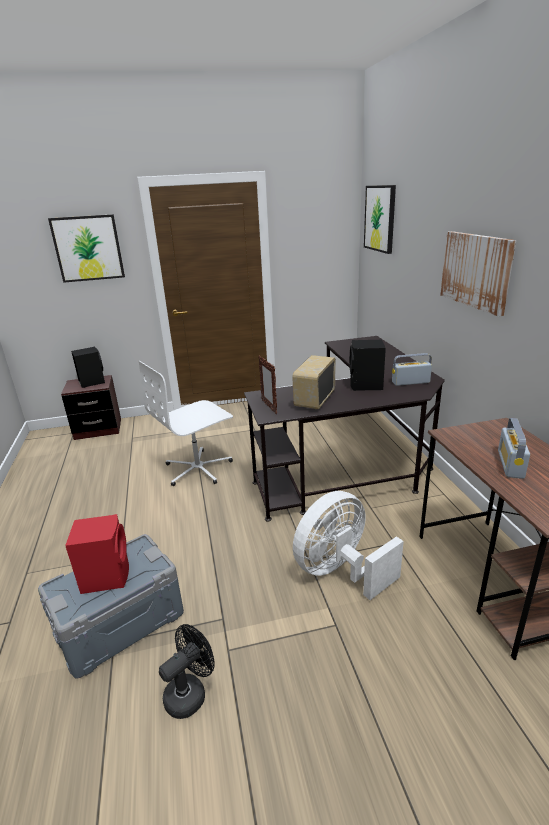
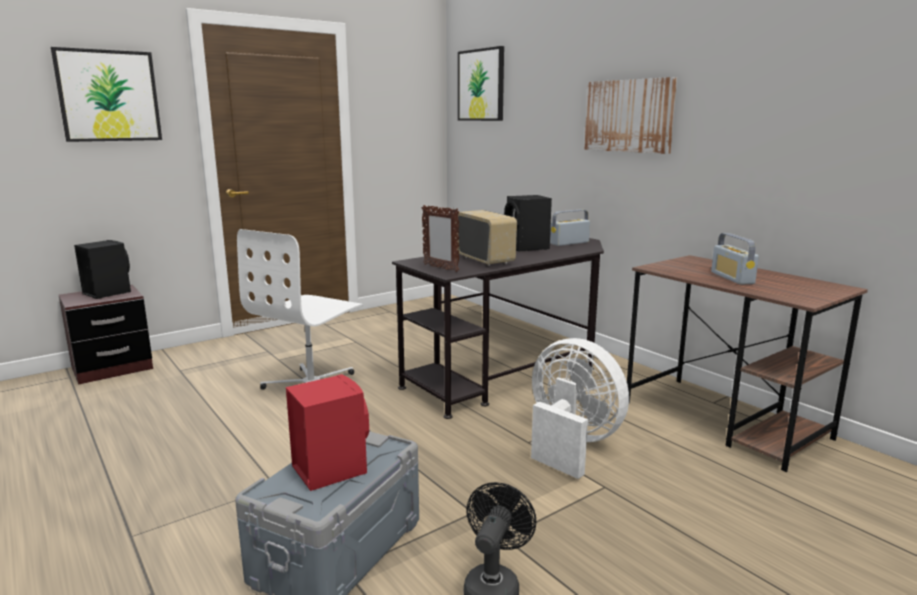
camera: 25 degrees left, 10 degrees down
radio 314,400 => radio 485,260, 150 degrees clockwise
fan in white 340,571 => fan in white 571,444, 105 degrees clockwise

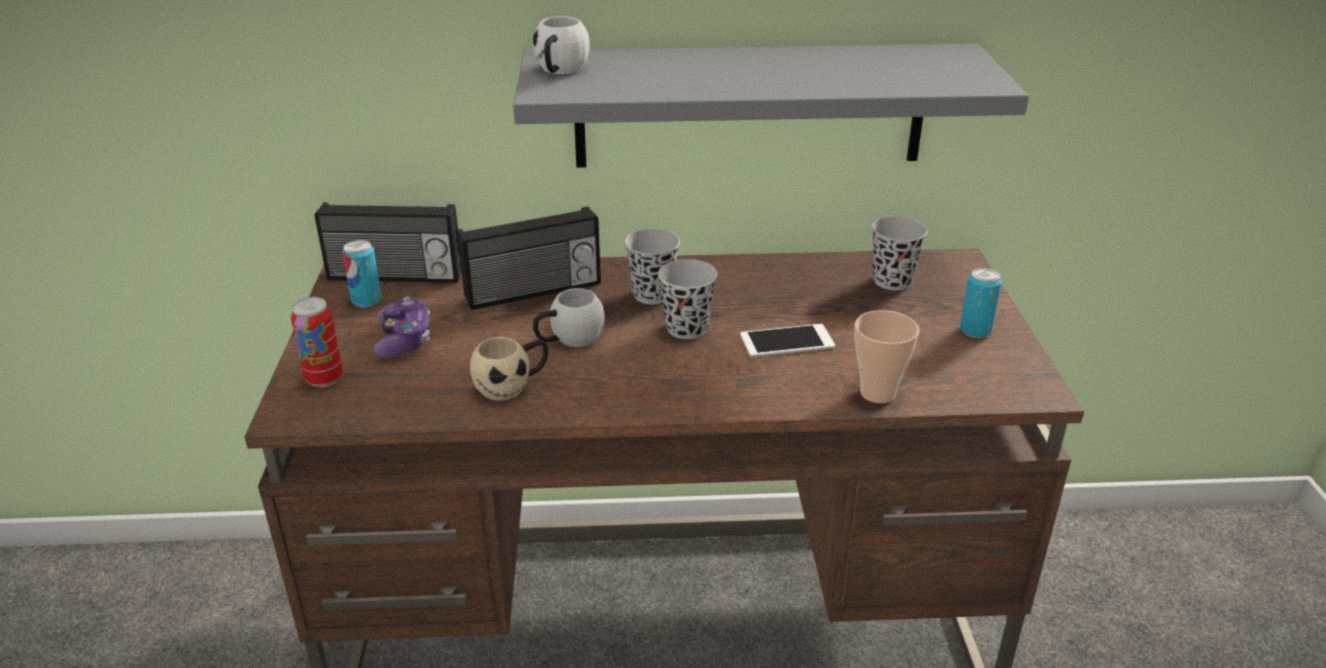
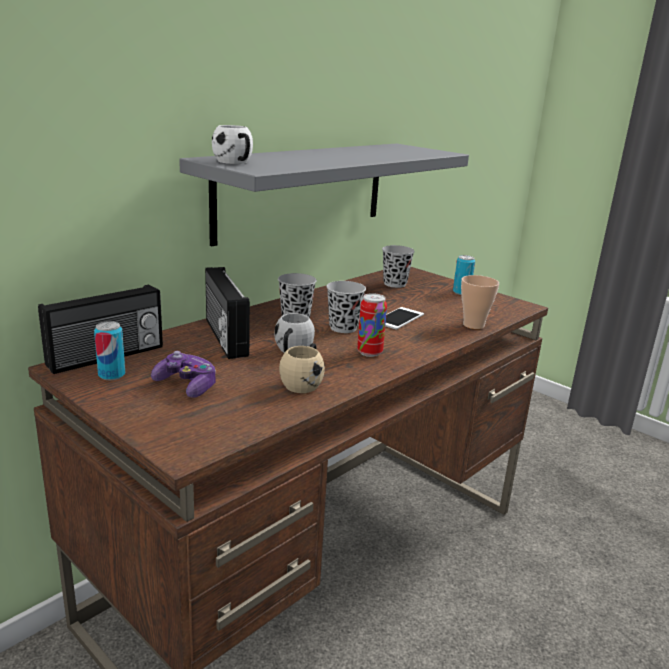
camera: 45 degrees left, 10 degrees down
can 324,379 => can 369,352, move
radio 534,292 => radio 224,337, 135 degrees clockwise

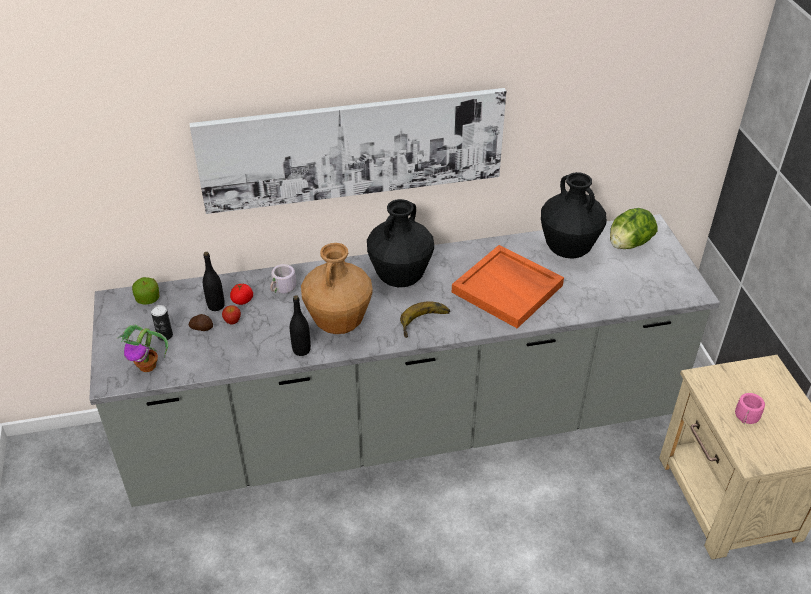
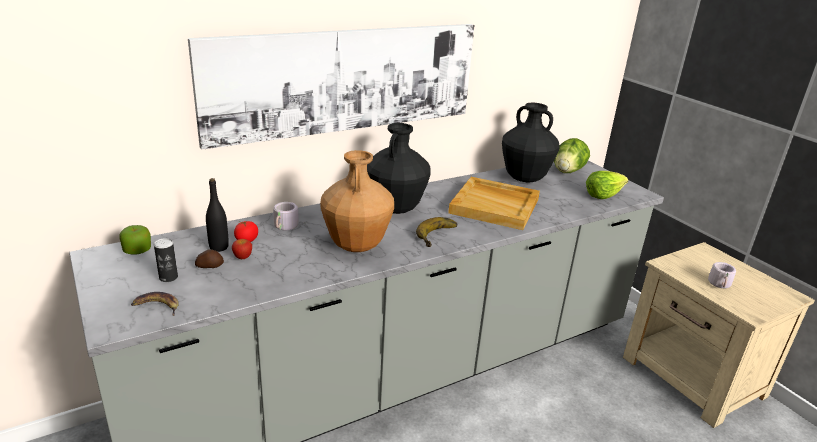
camera: 20 degrees left, 15 degrees down
potted plant 148,366 => banana 157,306
bottle in black 301,350 => nothing
tray in orange 508,289 => tray in beige 495,206
mug in pink 747,418 => mug in grey 721,285
nothing => lettuce 603,195

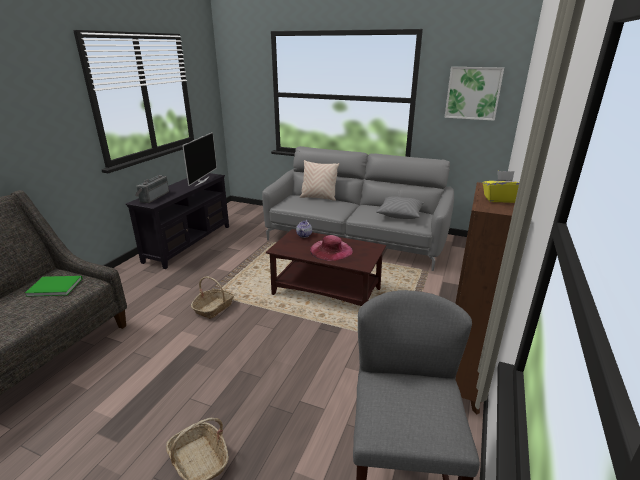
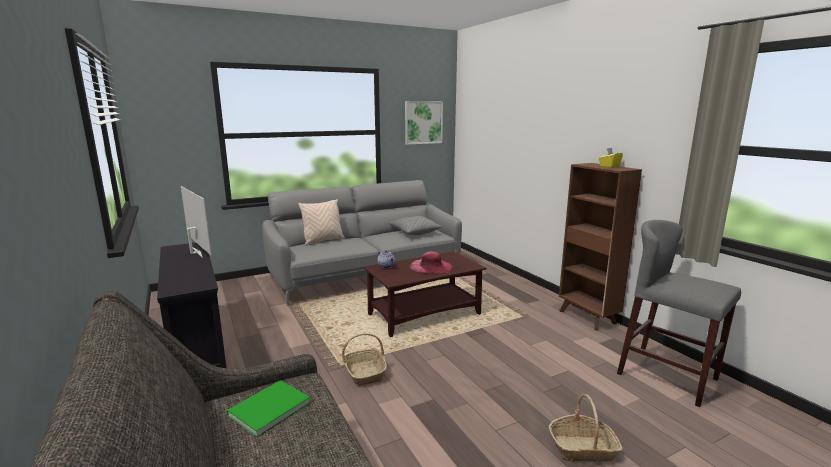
camera: 50 degrees left, 10 degrees down
radio 153,197 => nothing

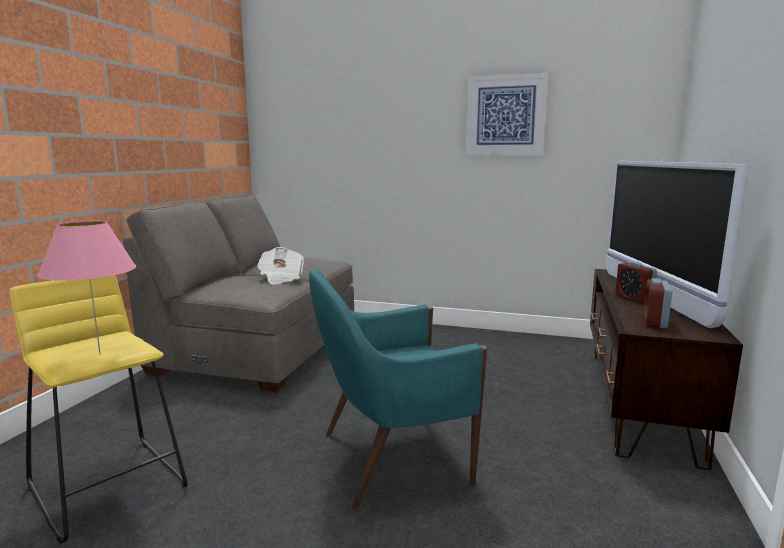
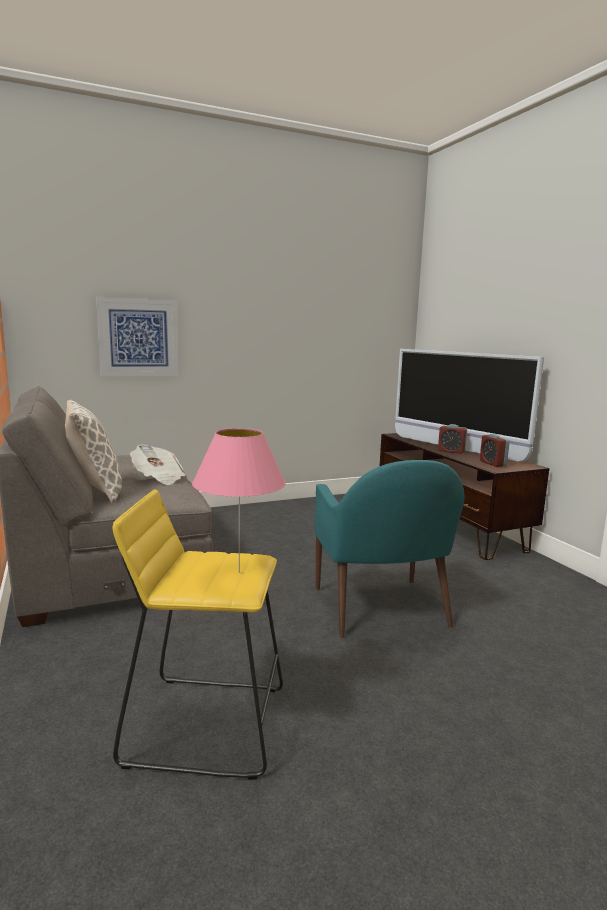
camera: 40 degrees left, 0 degrees up
armchair in turquoise 390,459 => armchair in turquoise 381,609, 45 degrees counterclockwise
picture 505,115 => picture 138,338, move
nothing => pillow 95,490

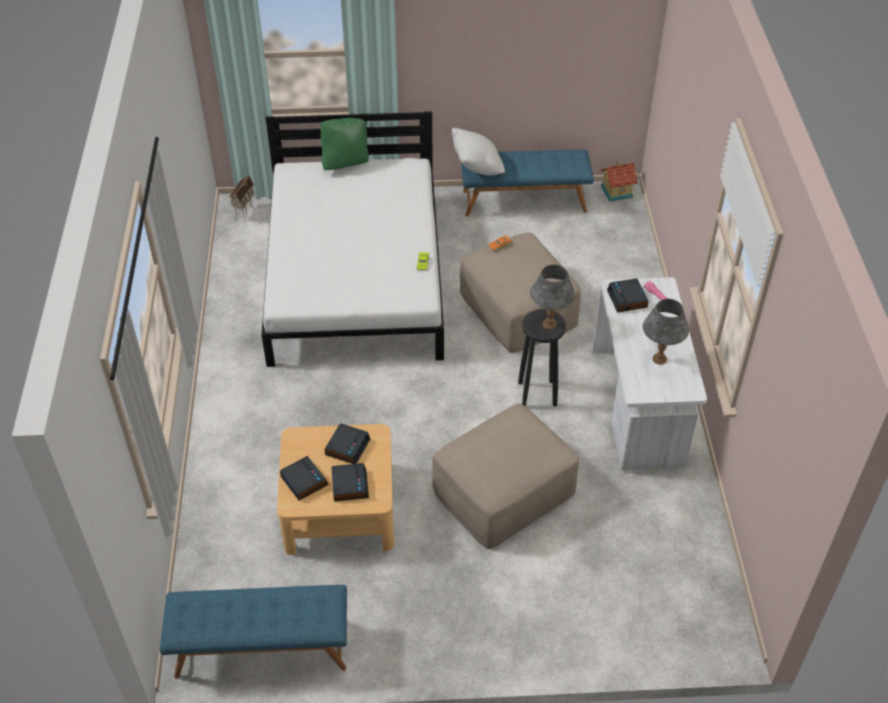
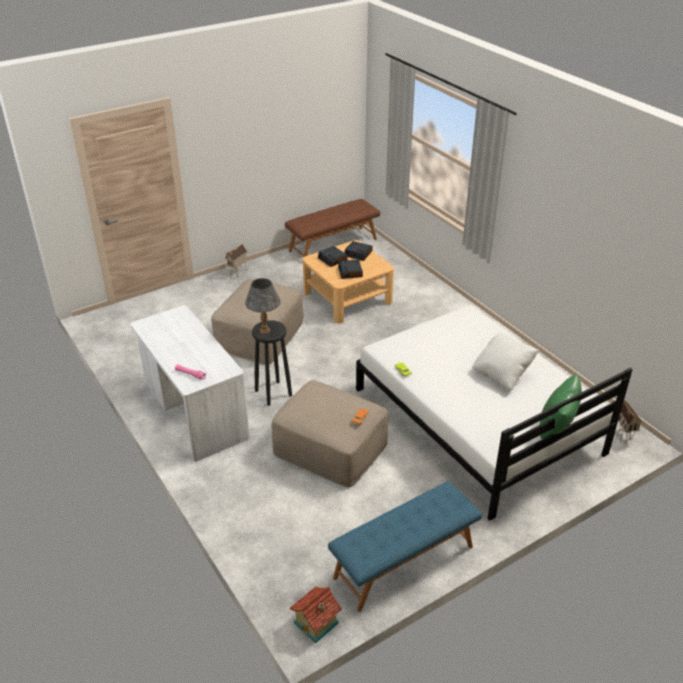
camera: 150 degrees right, 10 degrees down
bench in blue 261,649 => bench in brown 333,245
pillow in white 477,167 => pillow in white 502,374, move
alarm clock 627,299 => nothing
table lamp in grey 659,359 => nothing
nothing => toy house 238,274

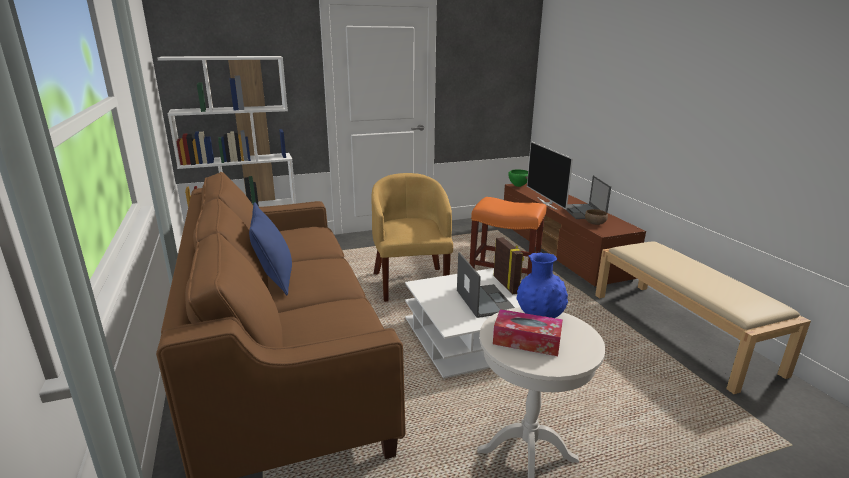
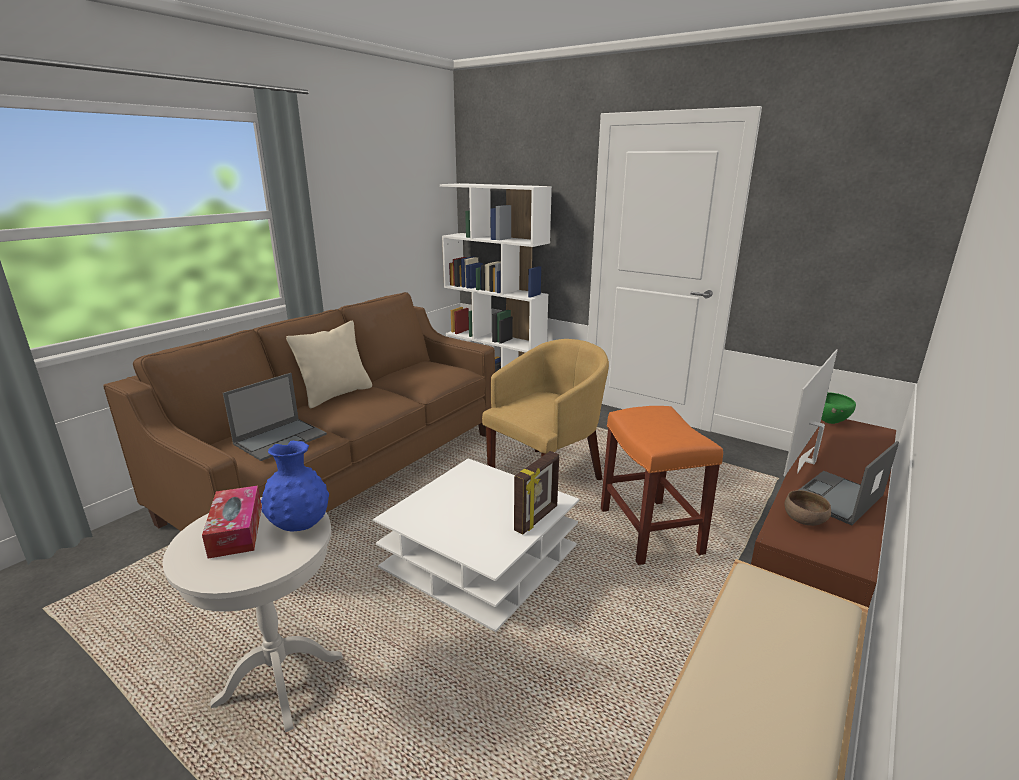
camera: 55 degrees right, 0 degrees up
pillow in blue 275,279 => pillow in beige 336,394
laptop 484,300 => laptop 281,439, move

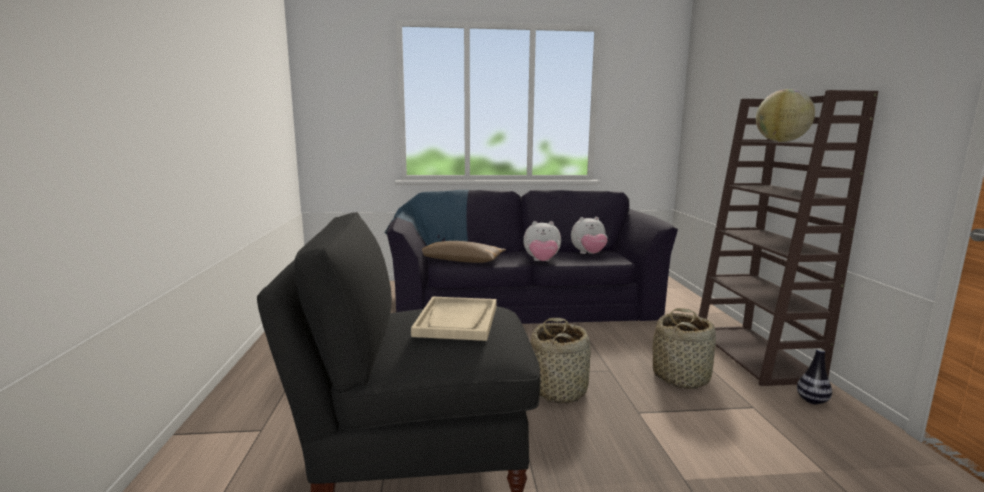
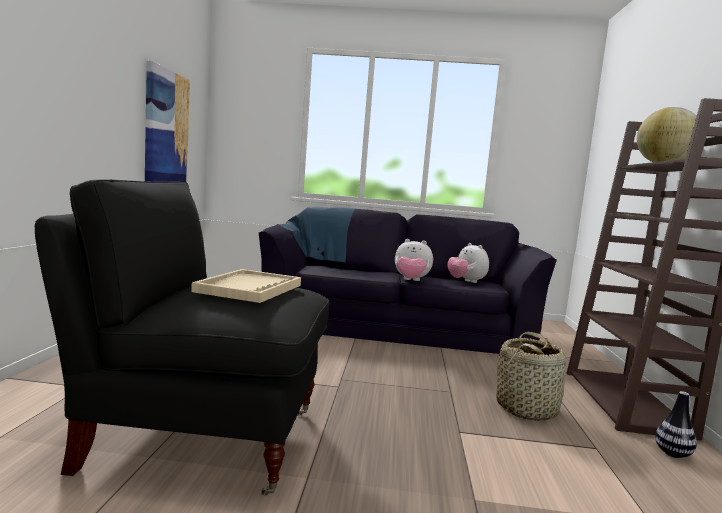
camera: 10 degrees right, 5 degrees down
pillow in brown 461,260 => nothing
basket 558,389 => nothing
plush toy 588,254 => plush toy 466,282, 60 degrees clockwise
nothing => picture 166,131

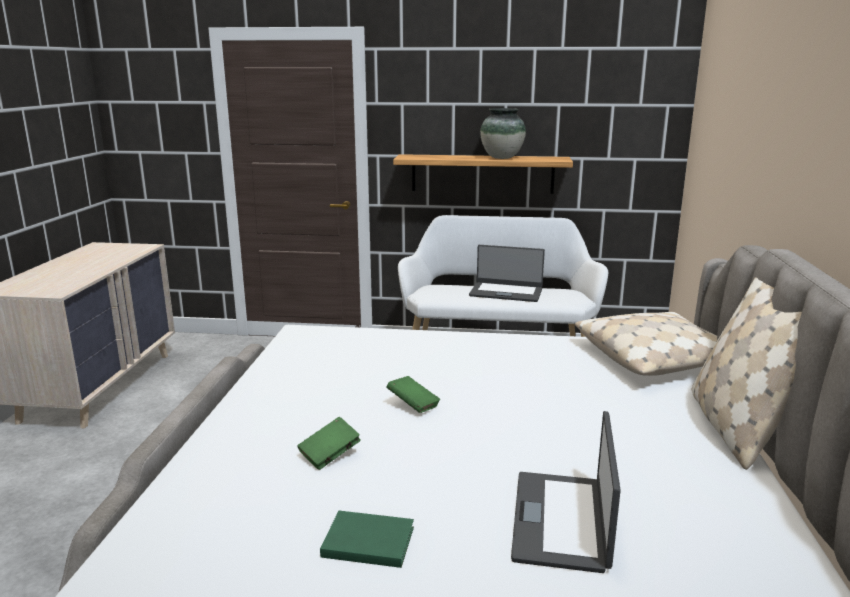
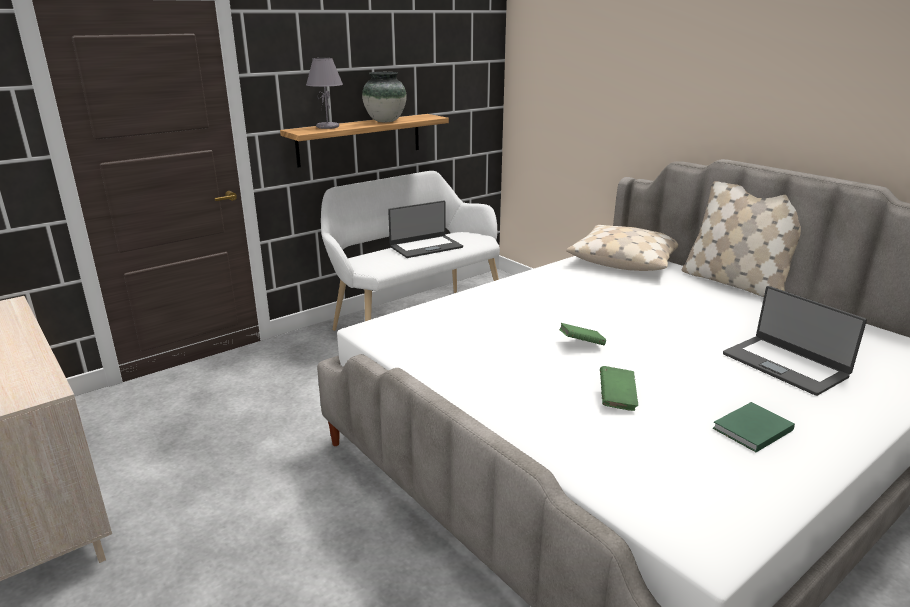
camera: 45 degrees left, 5 degrees up
nothing => table lamp in grey 327,127

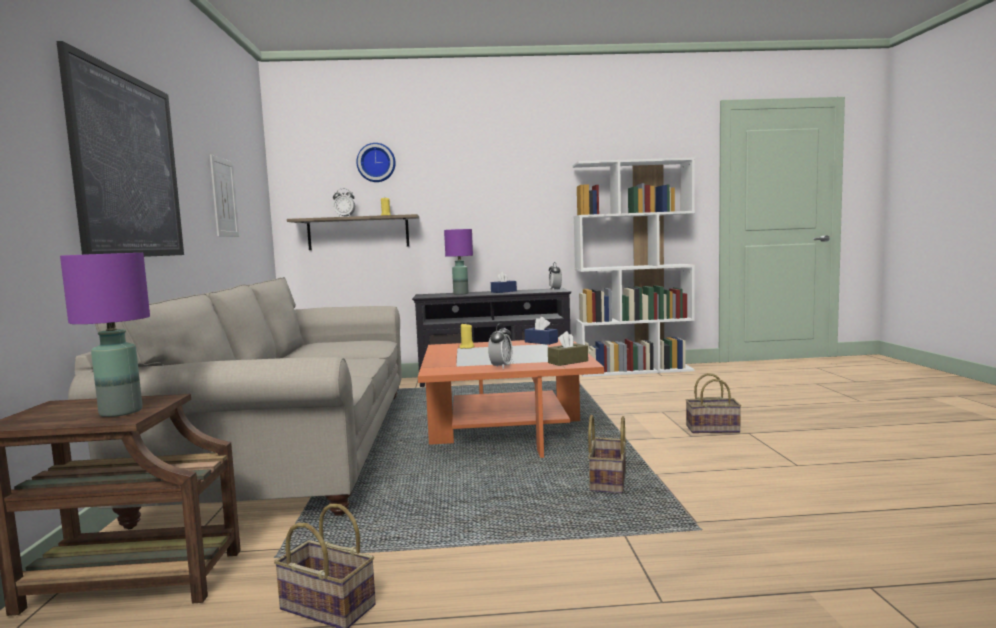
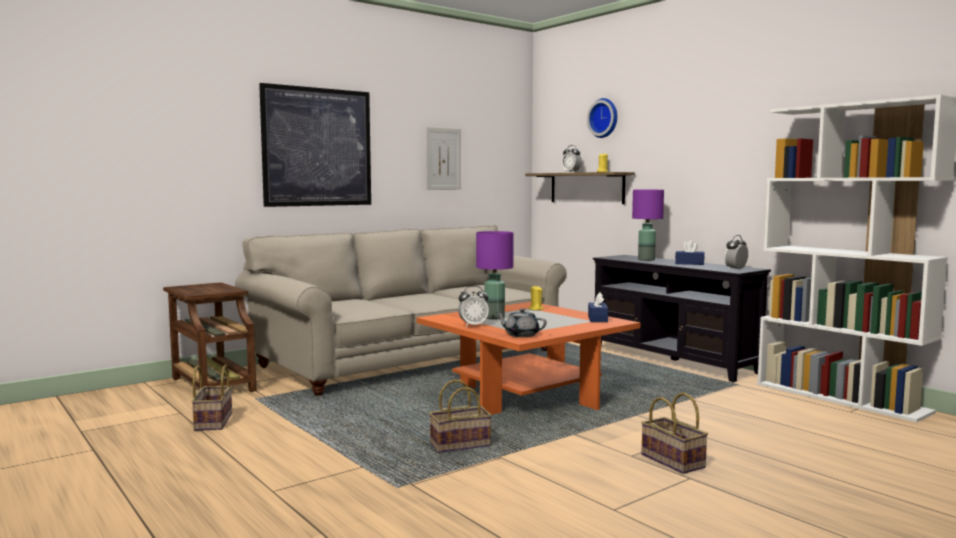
camera: 55 degrees right, 0 degrees up
table lamp in purple 122,412 => table lamp in purple 495,318, move
tissue box in brown 568,362 => teapot in grey 521,335

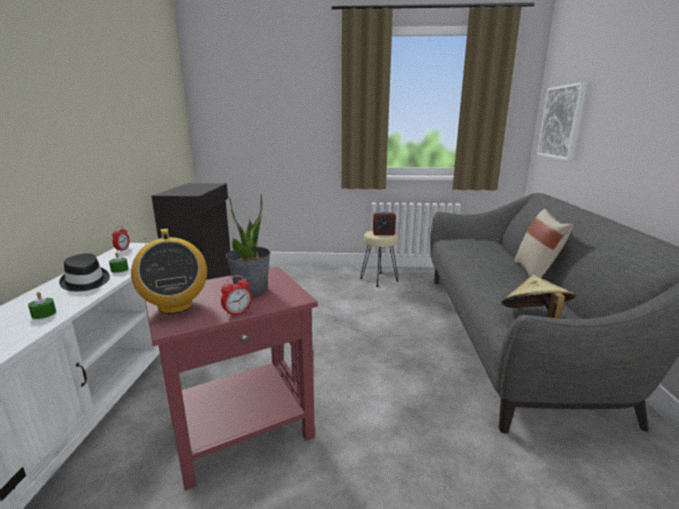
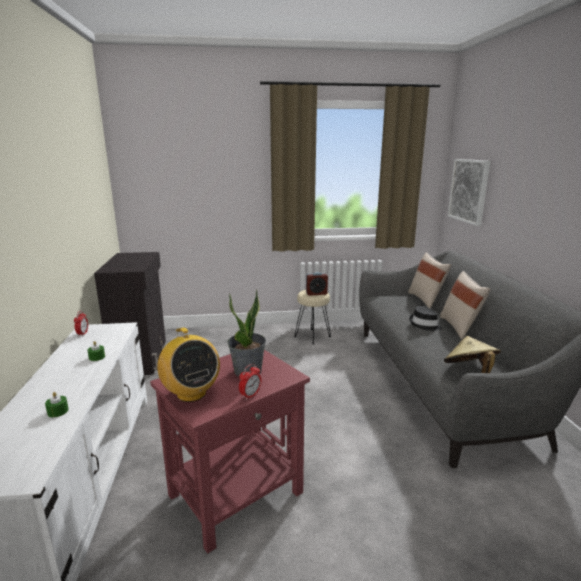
camera: 10 degrees left, 0 degrees up
hat in black 85,282 => hat in black 424,324, move
nothing => pillow in beige 426,300

